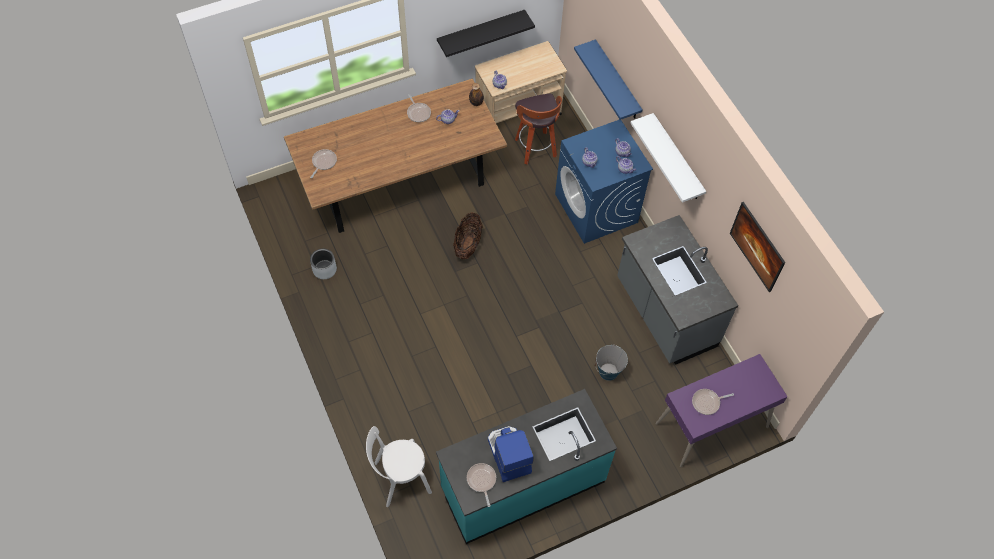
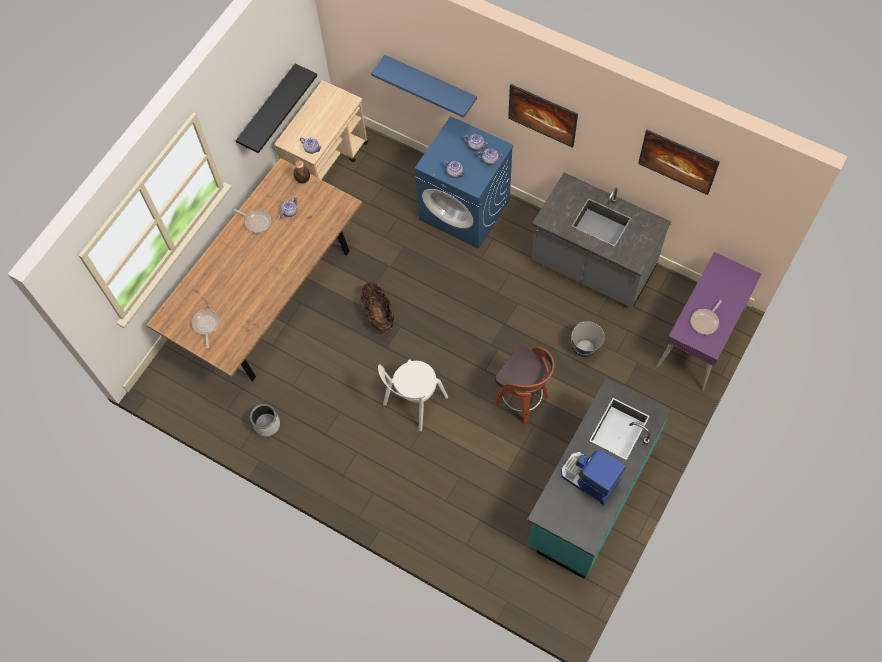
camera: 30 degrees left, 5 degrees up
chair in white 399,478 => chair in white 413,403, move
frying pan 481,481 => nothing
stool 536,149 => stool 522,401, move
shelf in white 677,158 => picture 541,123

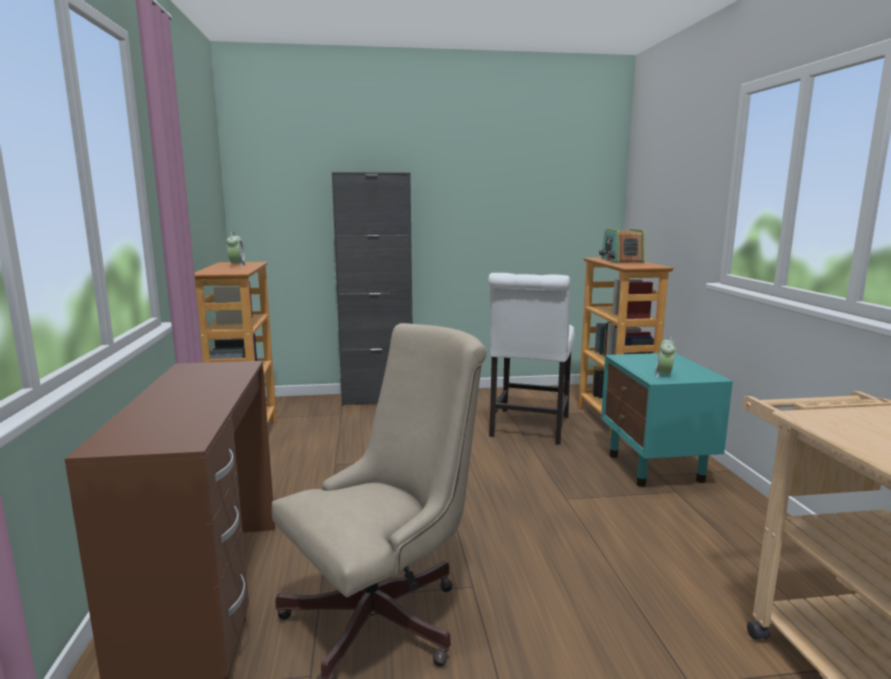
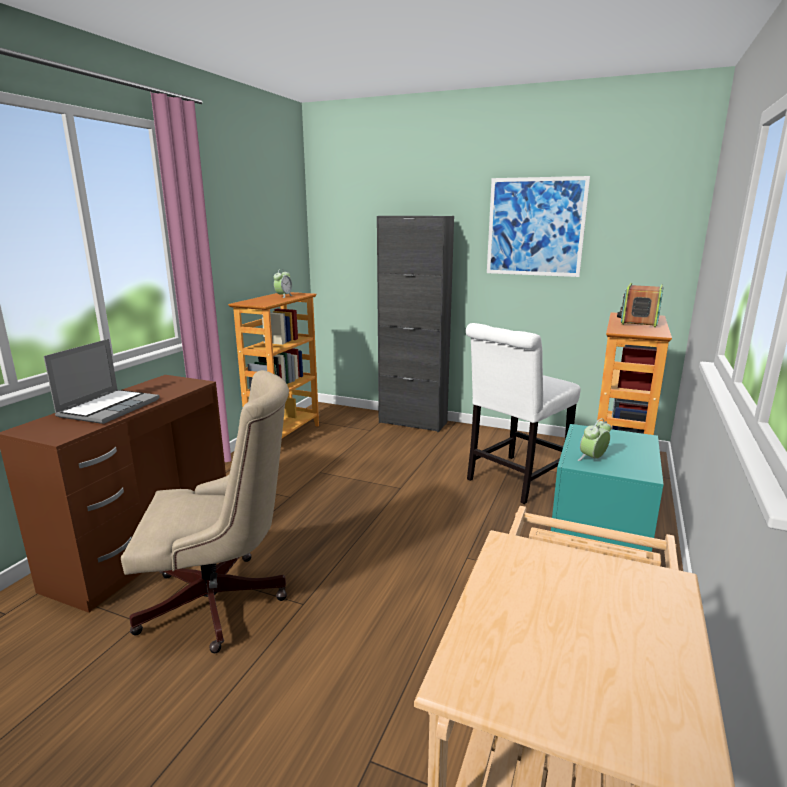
camera: 30 degrees right, 5 degrees up
nothing => laptop 109,408
nothing => picture 535,227

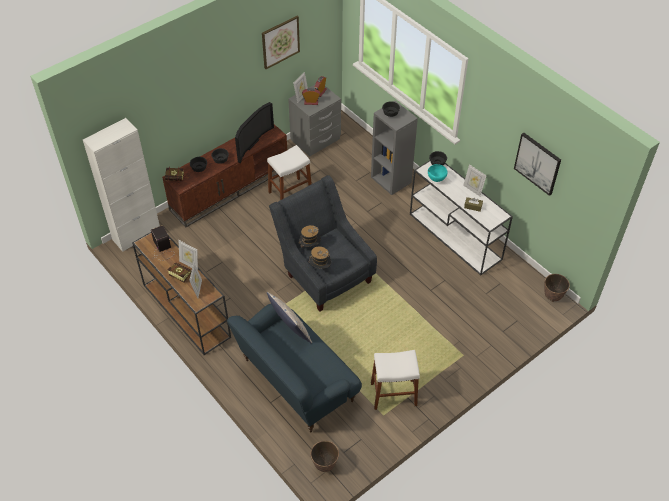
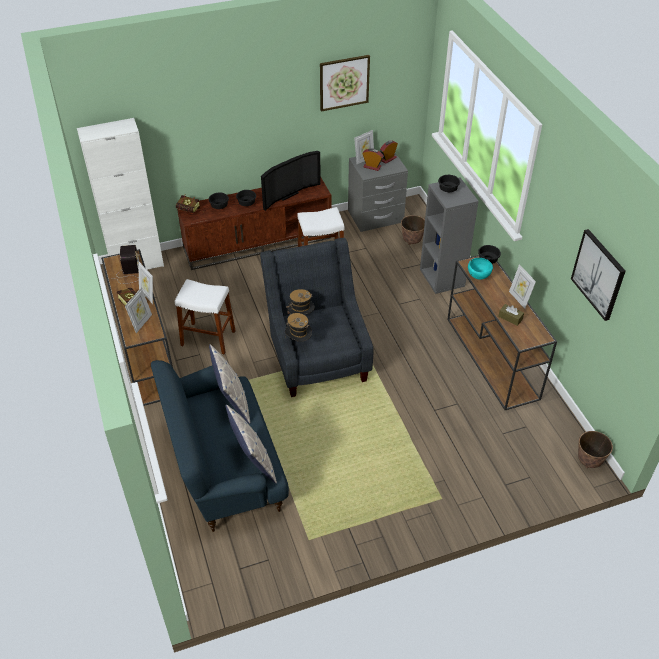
camera: 20 degrees right, 5 degrees down
planter 325,465 => planter 412,241, move
stool in white 393,394 => stool in white 208,338, move
console table in white 456,237 => console table in brown 492,358
nothing => pillow 253,462

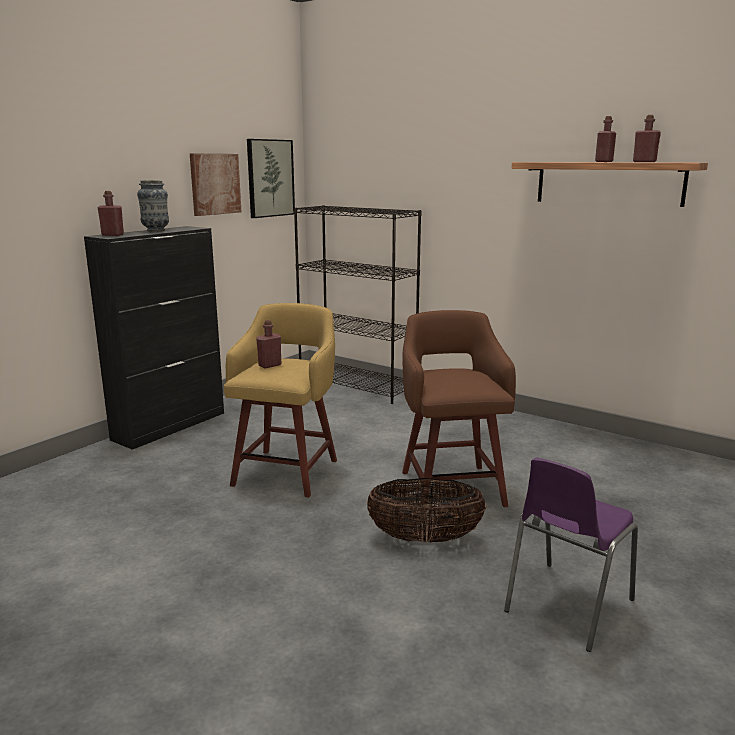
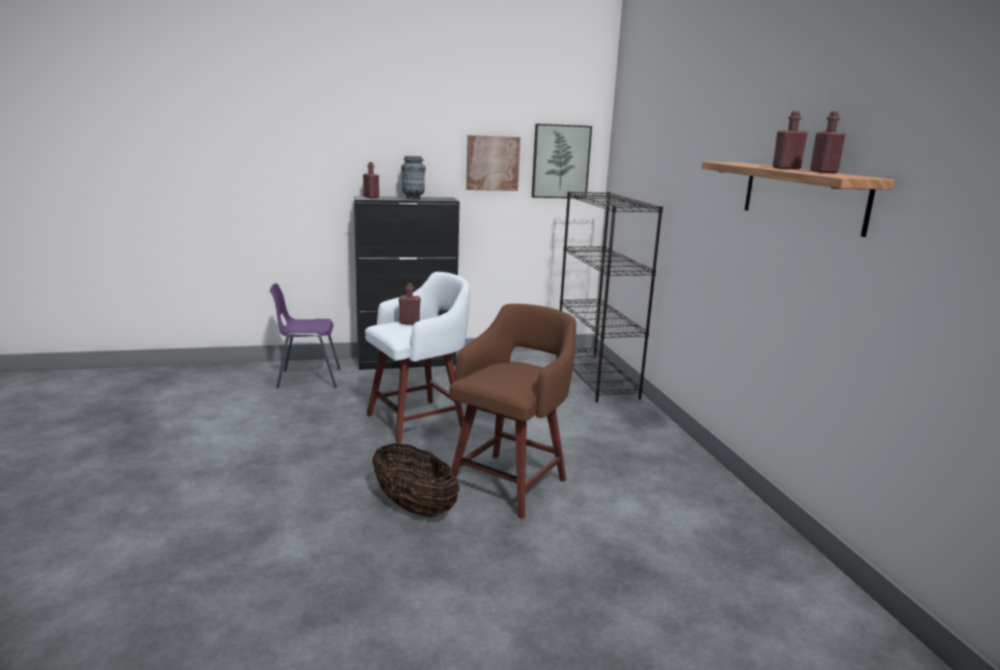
camera: 40 degrees right, 0 degrees up
stool in yellow 287,471 => stool in white 419,420
chair in purple 566,606 => chair in purple 307,378, move

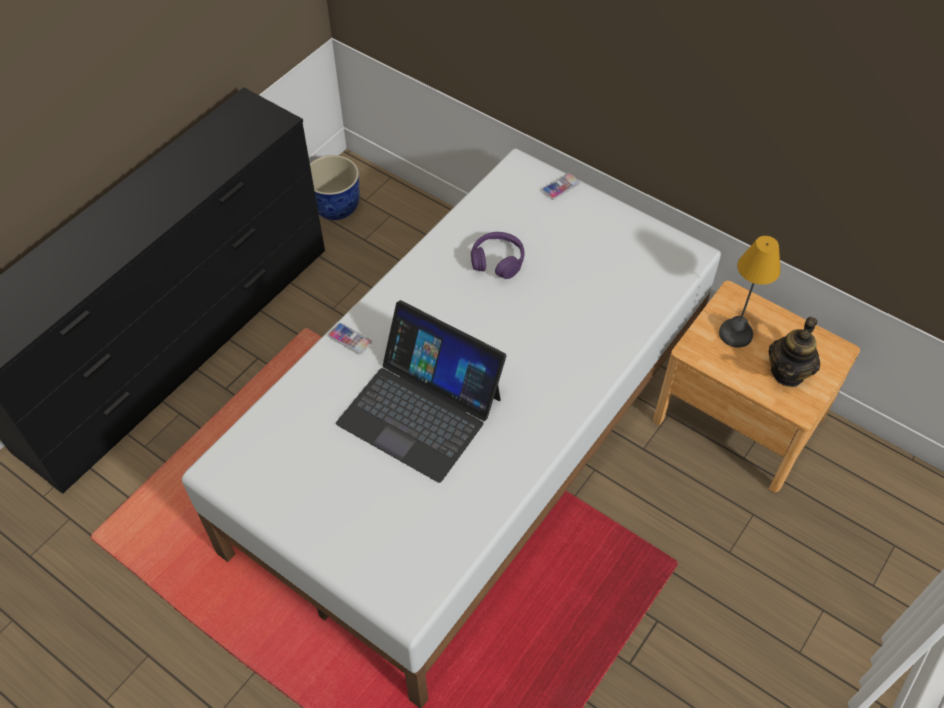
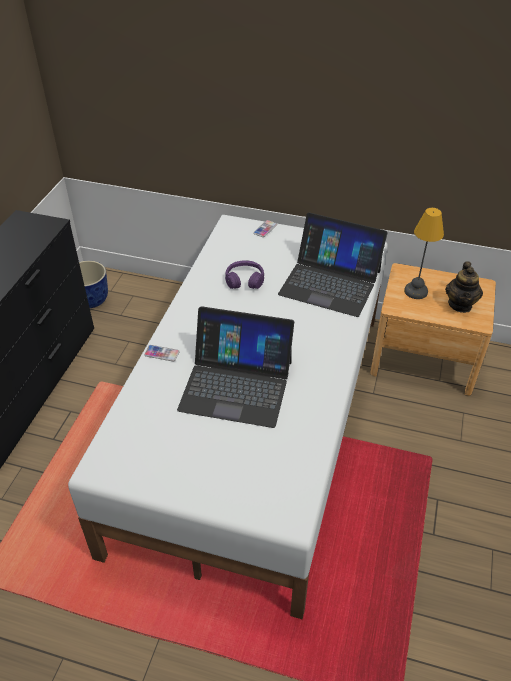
camera: 20 degrees left, 10 degrees down
nothing => laptop 330,282

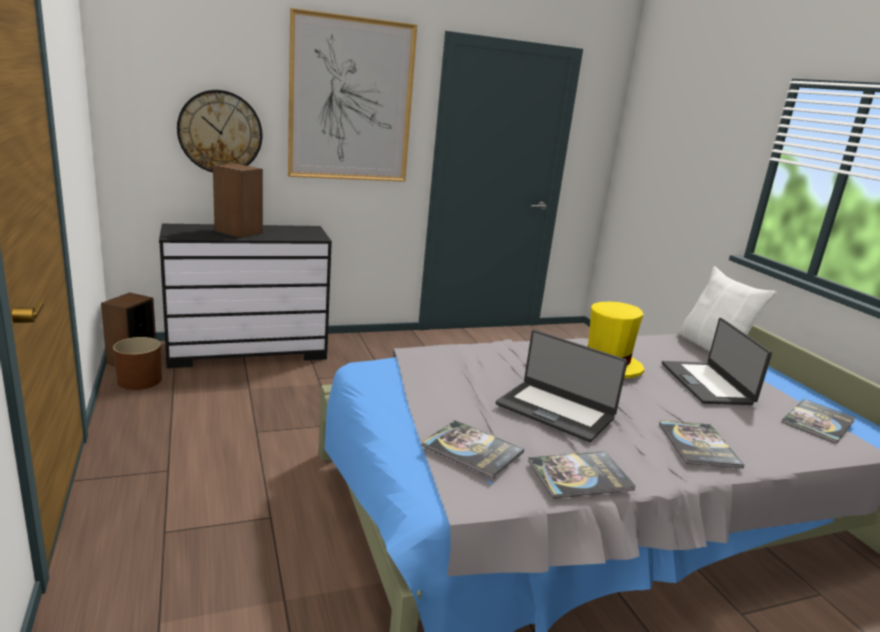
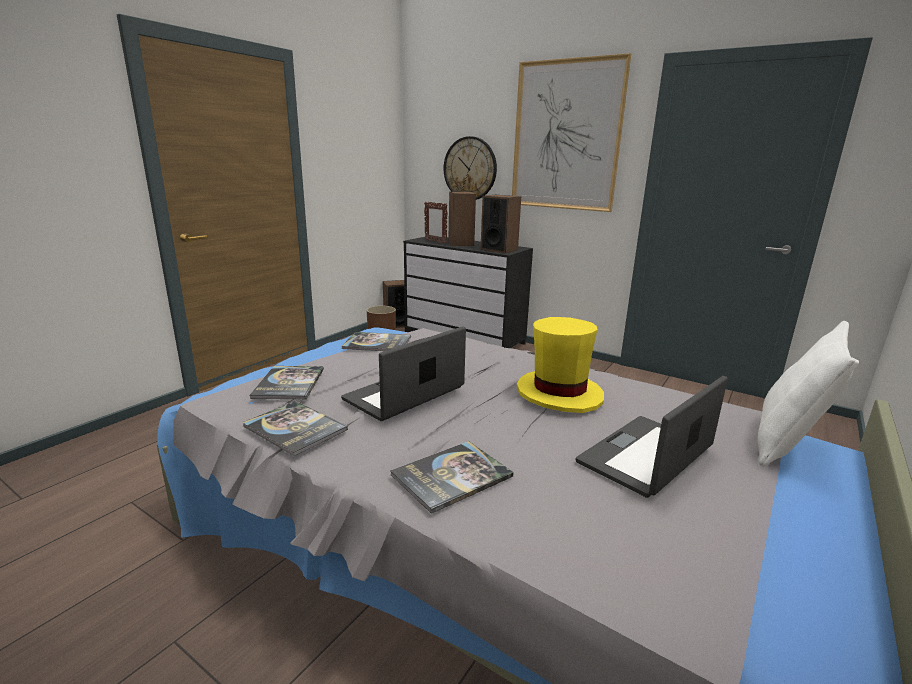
camera: 55 degrees right, 0 degrees up
laptop 555,410 => laptop 405,394, 45 degrees clockwise
book 818,421 => book 377,343, move
nothing => picture frame 435,241
nothing => speaker 499,249

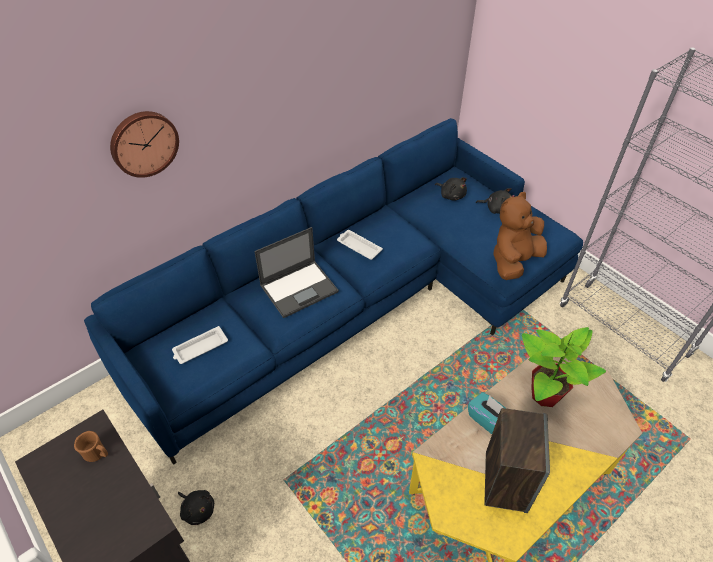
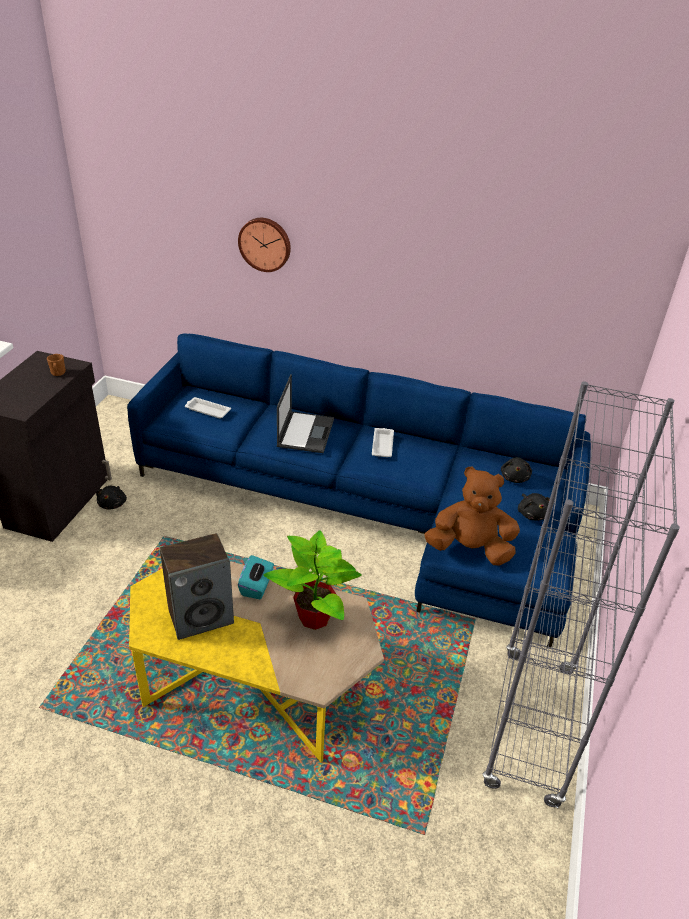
camera: 55 degrees right, 10 degrees down
laptop 299,288 => laptop 305,432, 105 degrees counterclockwise

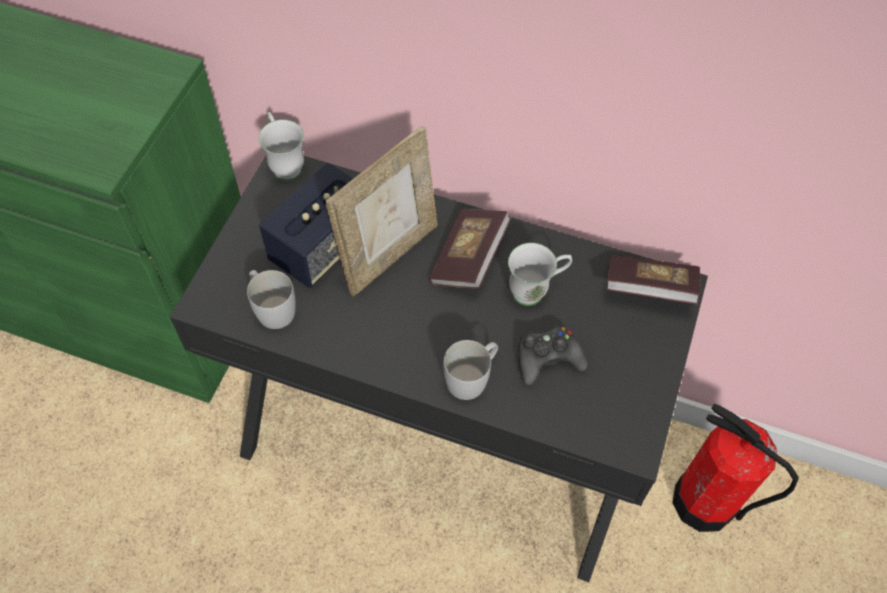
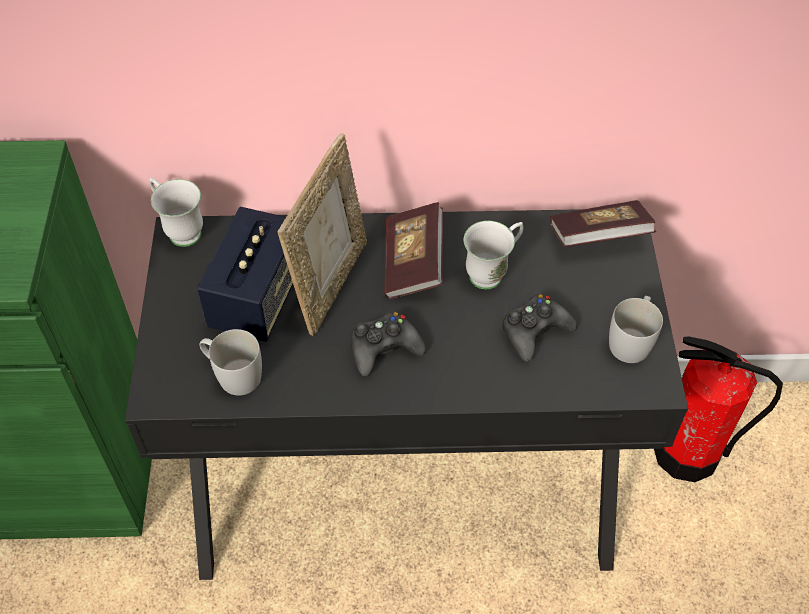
camera: 20 degrees left, 5 degrees down
mug in white 472,377 => mug in white 632,340, move
nothing => game controller in black 384,348

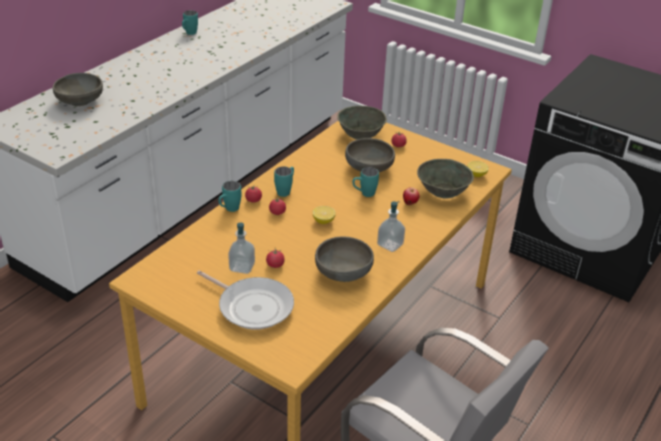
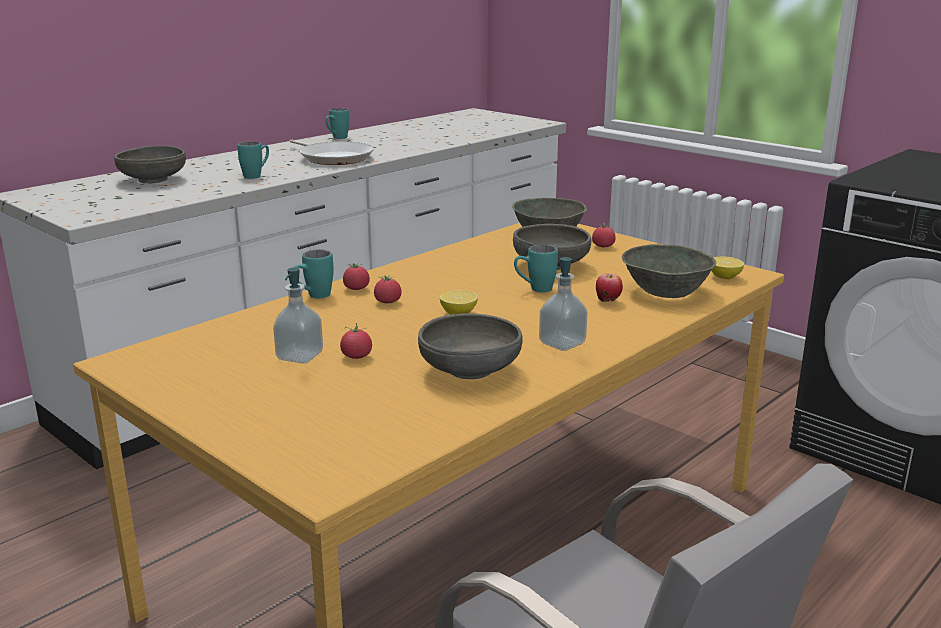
camera: 10 degrees right, 15 degrees down
frying pan 252,306 => frying pan 334,158, move
mug in turquoise 285,191 => mug in turquoise 256,175, move

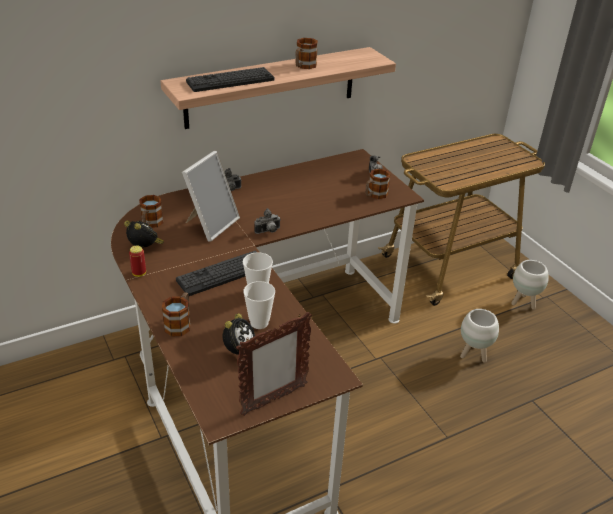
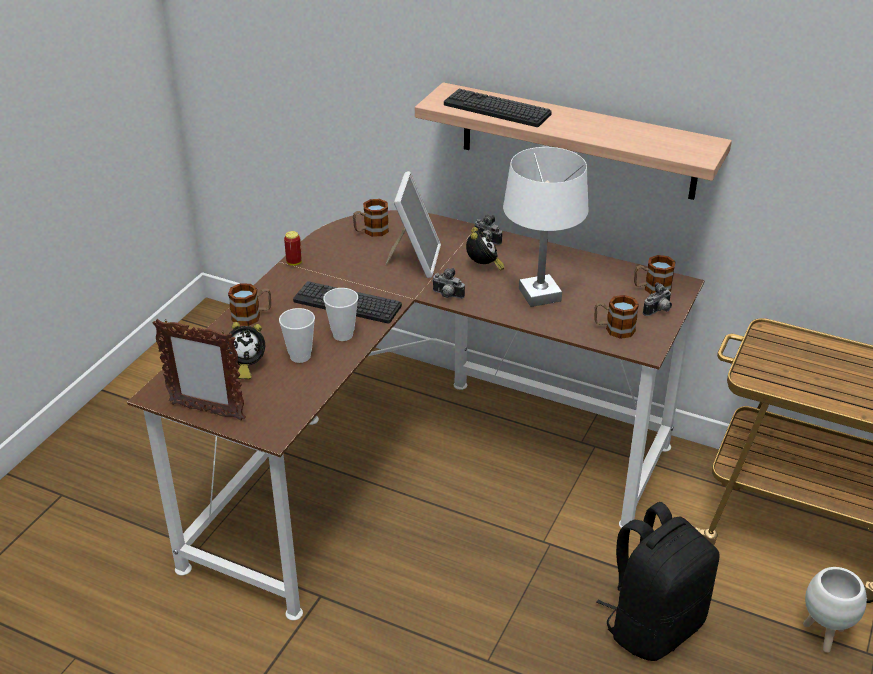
camera: 55 degrees right, 0 degrees up
alarm clock 145,249 => alarm clock 483,267, move
picture frame 211,224 => picture frame 414,260, 75 degrees counterclockwise
mug 303,66 => mug 651,289, move
planter in white 473,355 => backpack in black 653,625
nothing => table lamp in white 540,295

